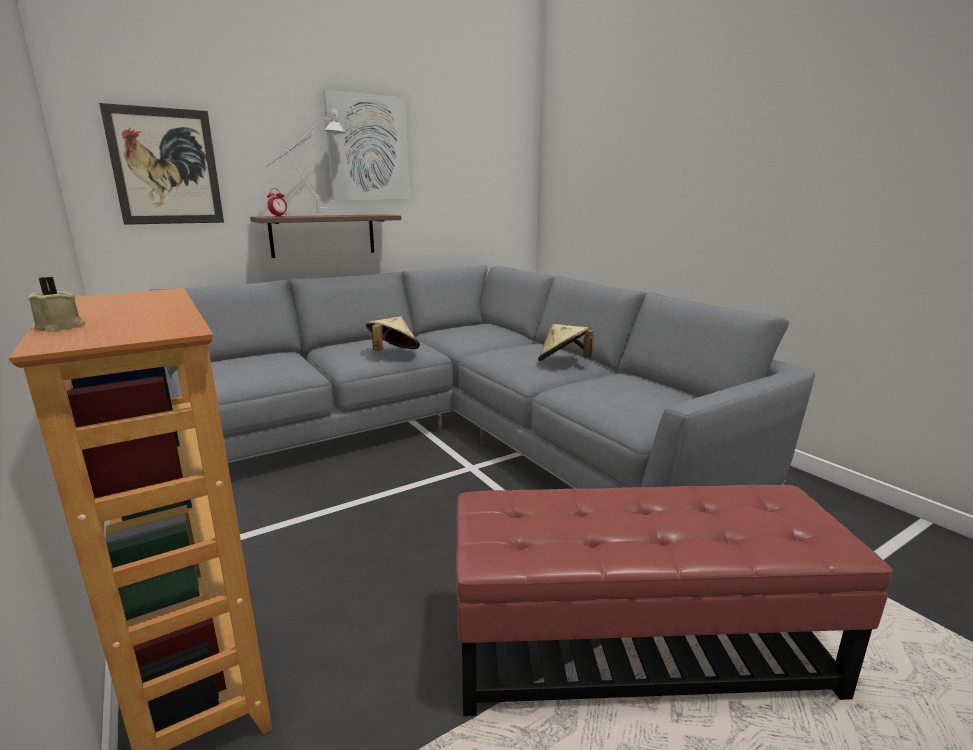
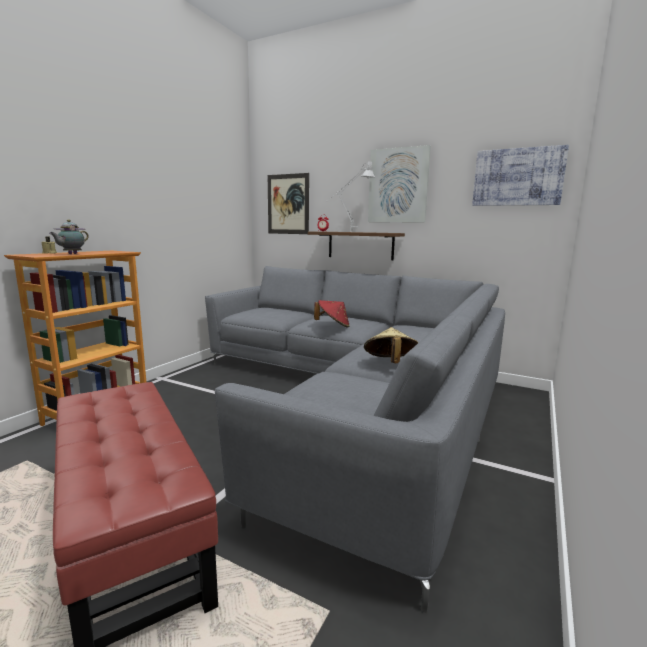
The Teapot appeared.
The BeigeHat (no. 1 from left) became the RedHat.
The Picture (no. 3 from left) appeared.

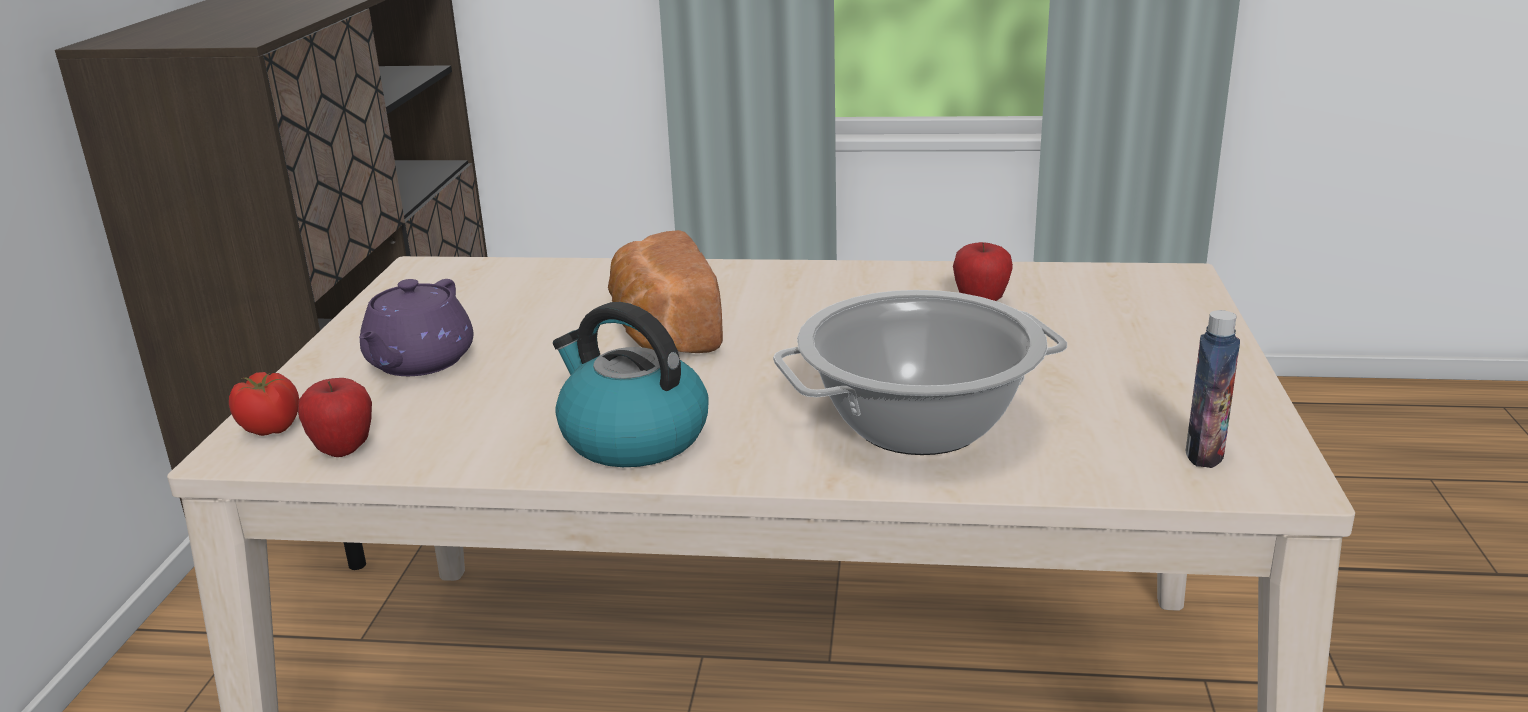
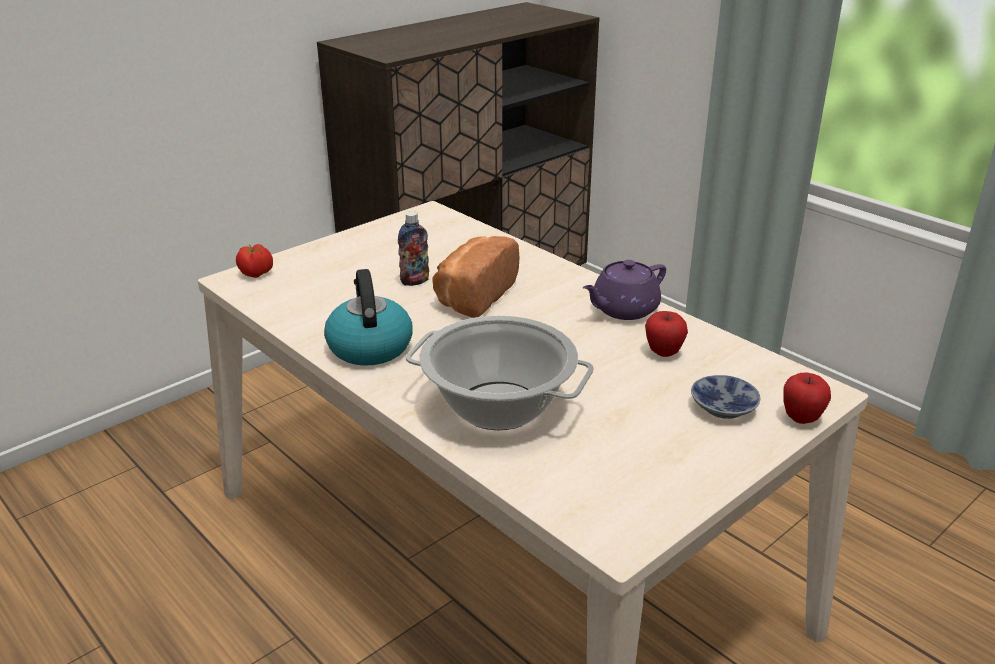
The Bottle moved.
The PurpleTeapot moved.
The Bowl appeared.
The Apple (no. 1 from left in the first image) moved.

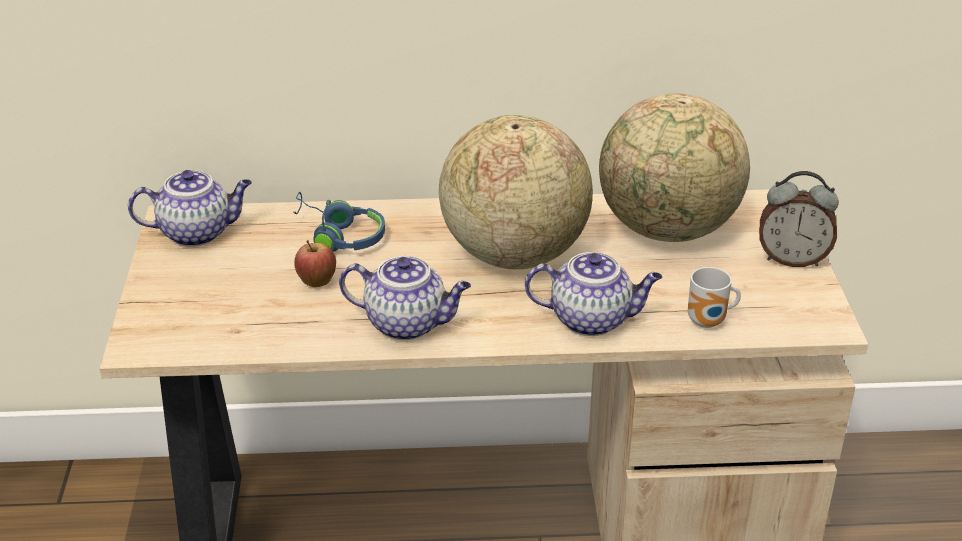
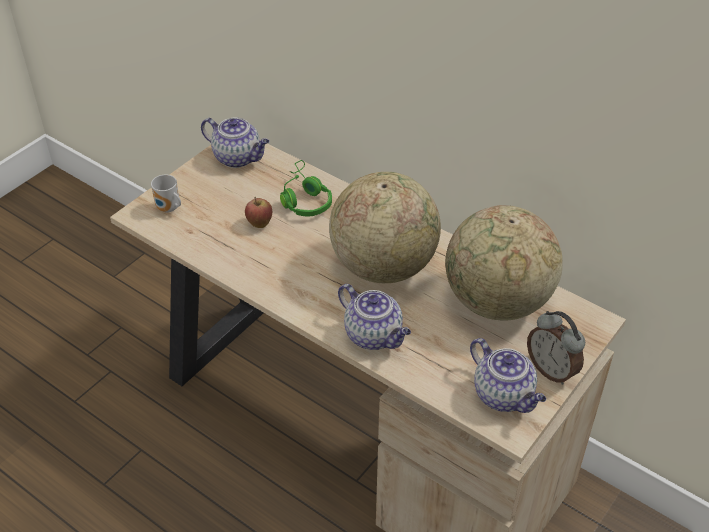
The Mug moved.
The BlueHeadphones became the GreenHeadphones.
The Teapot (no. 2 from left in the first image) moved.

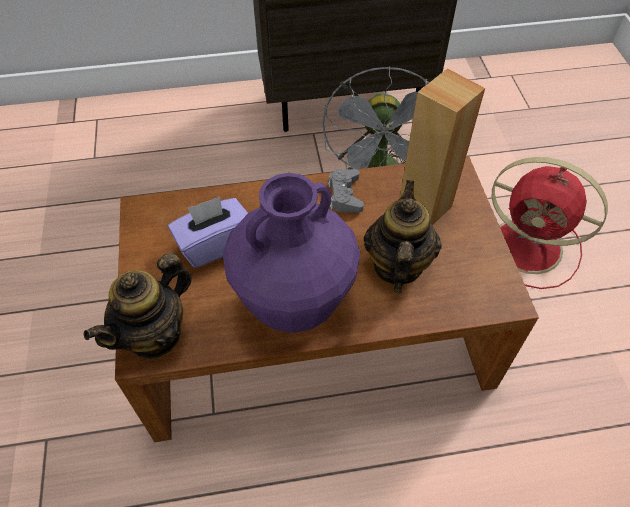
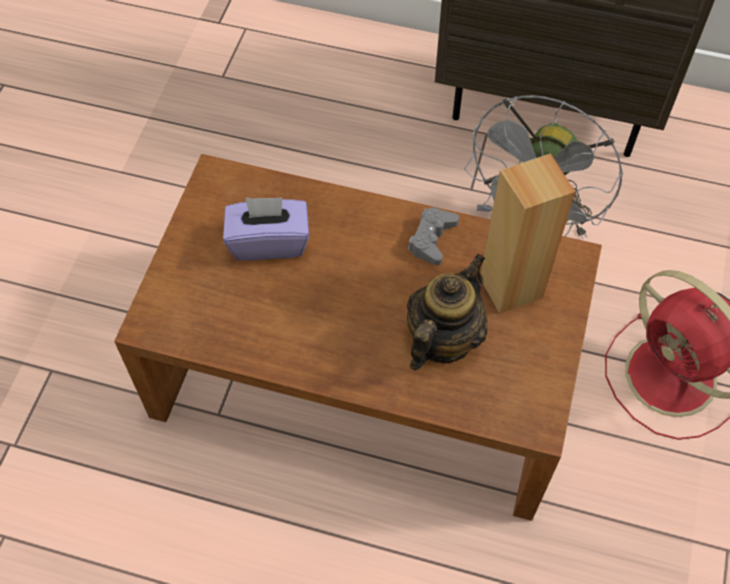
The Teapot (no. 1 from left) disappeared.
The PurpleVase disappeared.

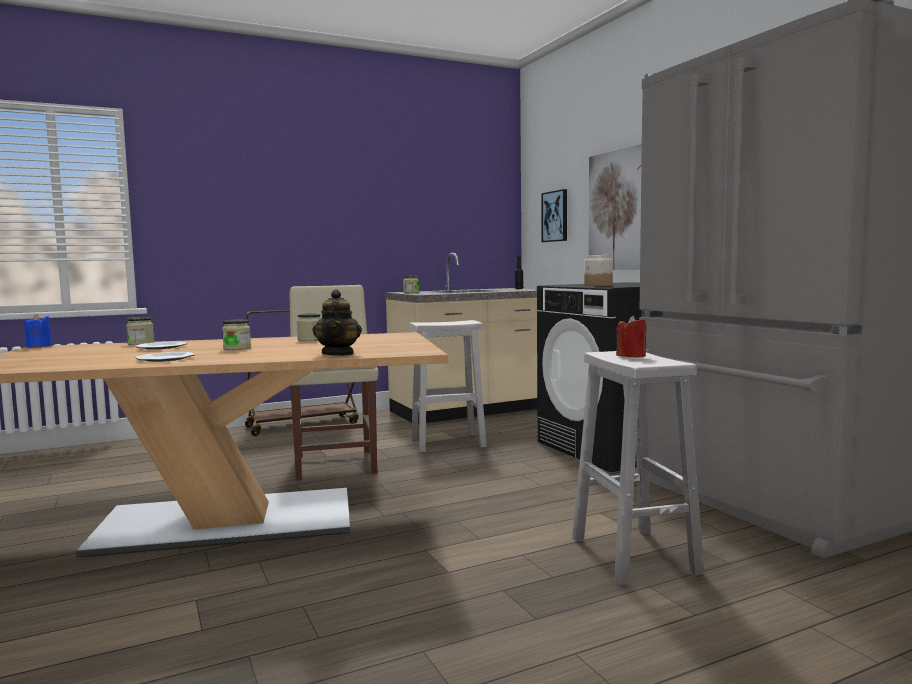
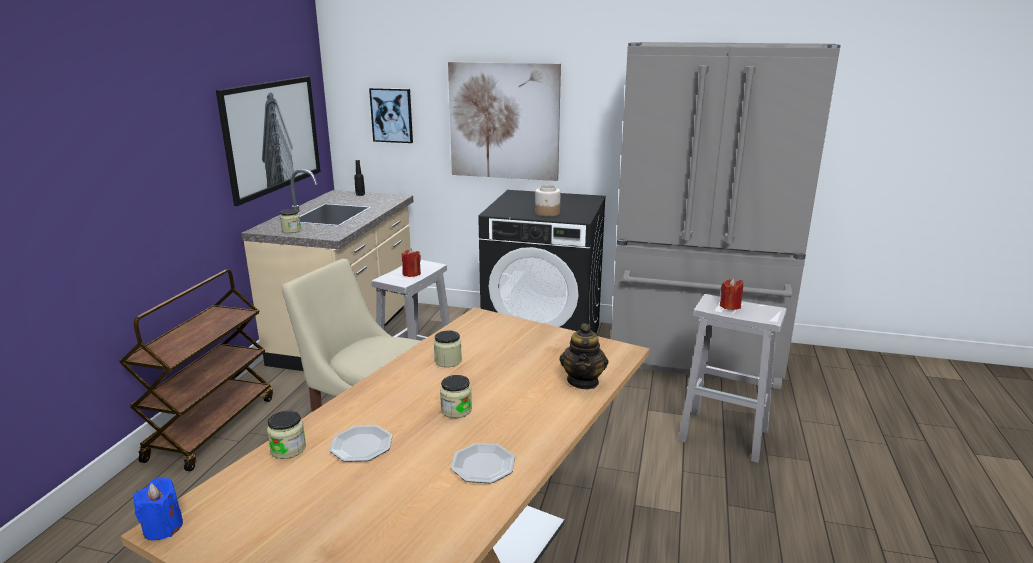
The Picture (no. 1 from left) appeared.
The RedCandle (no. 1 from left) appeared.
The Teapot turned 60 degrees clockwise.

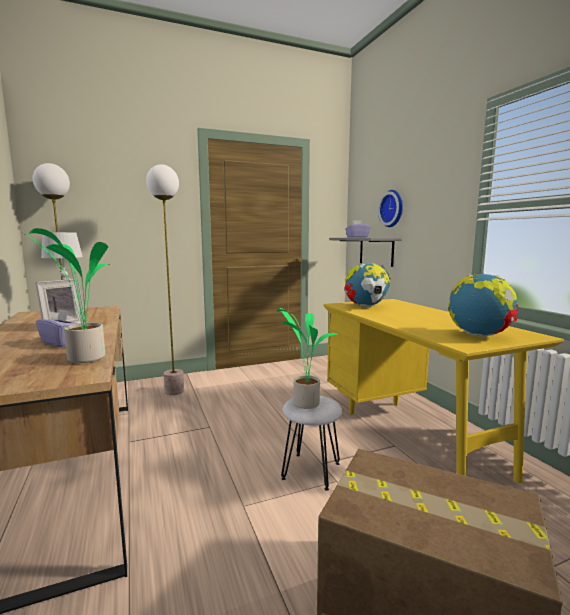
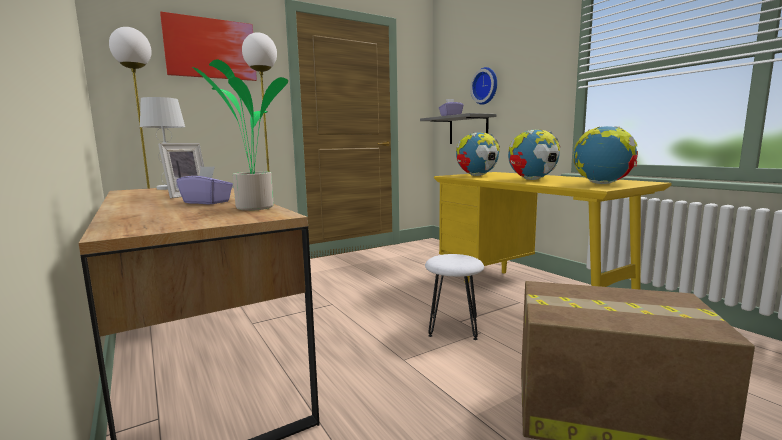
The Picture appeared.
The Globe (no. 2 from left) appeared.
The PottedPlant (no. 2 from left) disappeared.

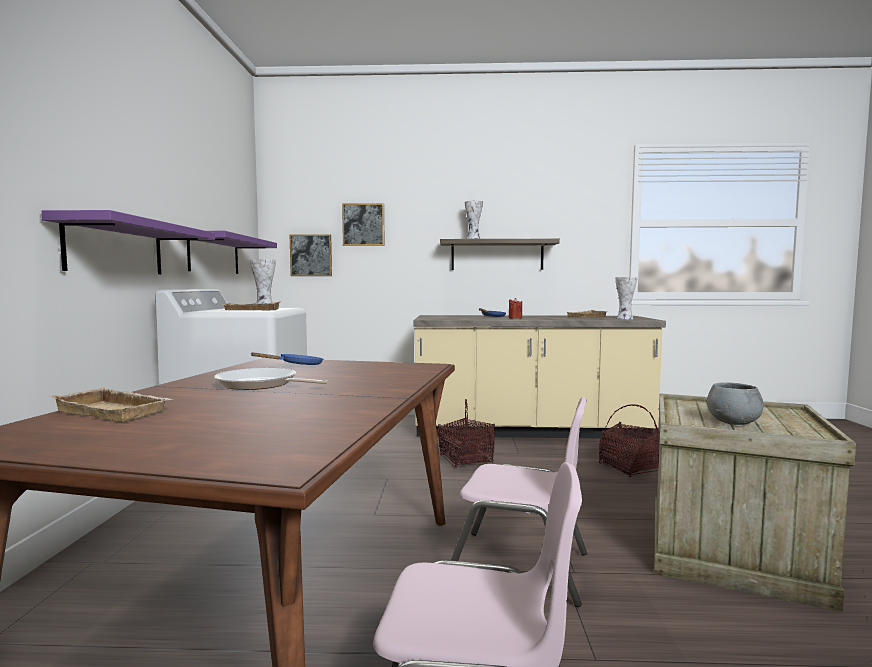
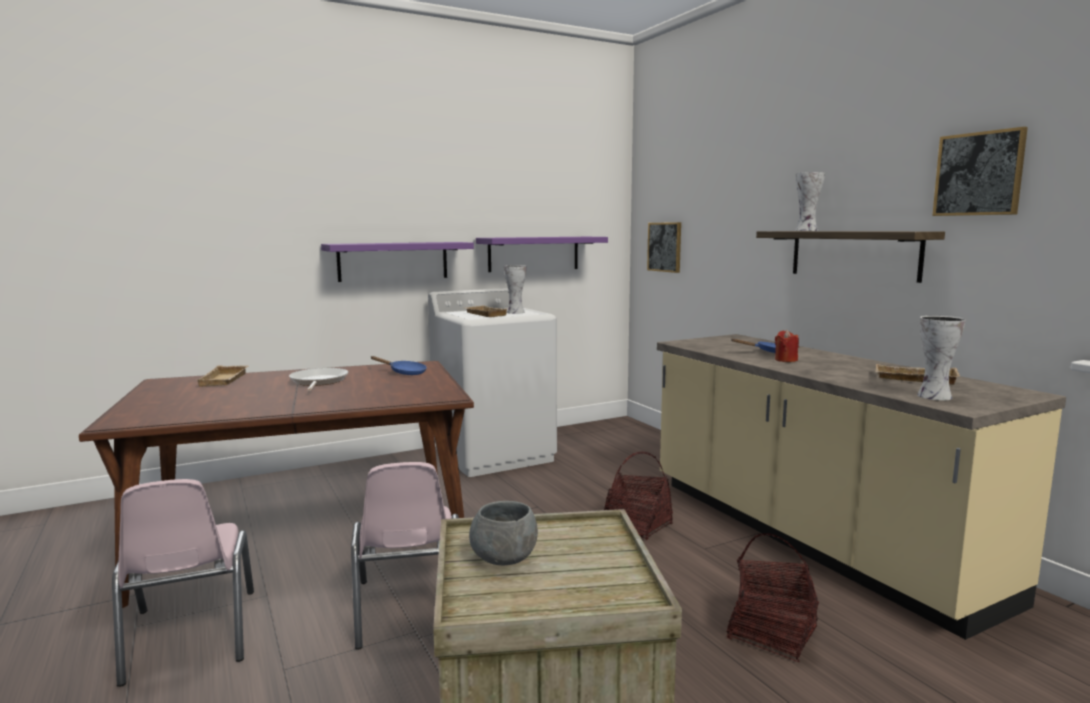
The Picture (no. 2 from left) moved.

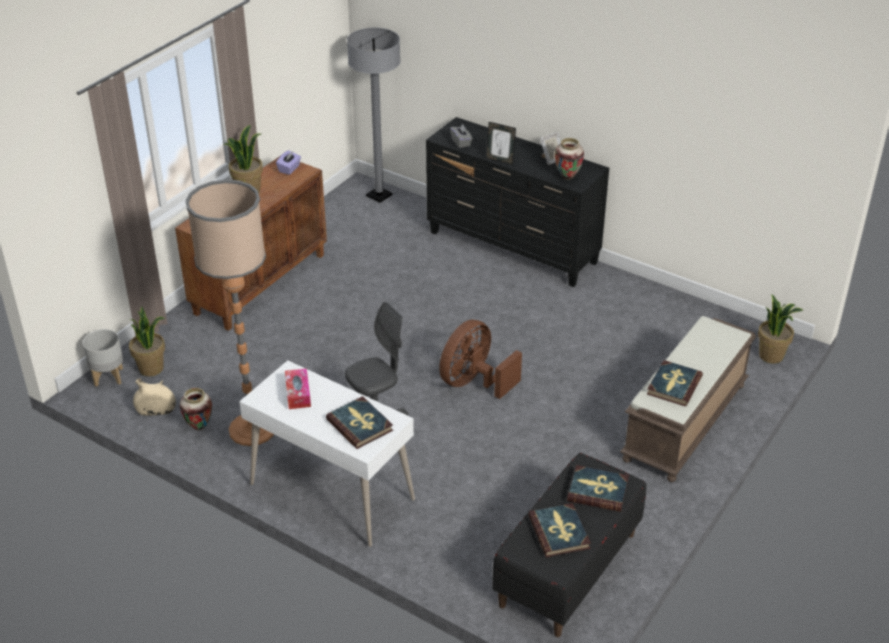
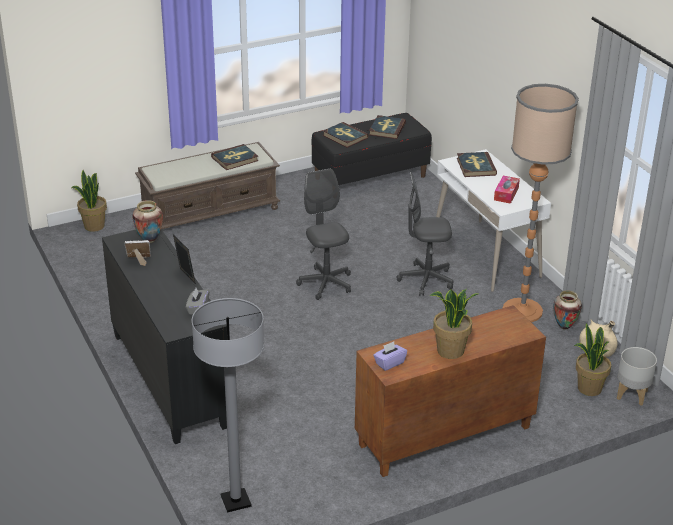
The BrownFan was replaced by the GreyOfficeChair (no. 1 from left).

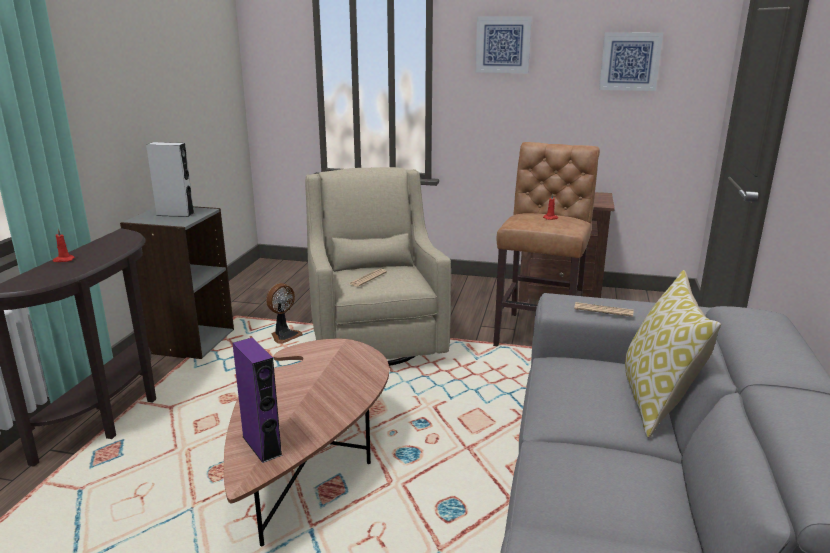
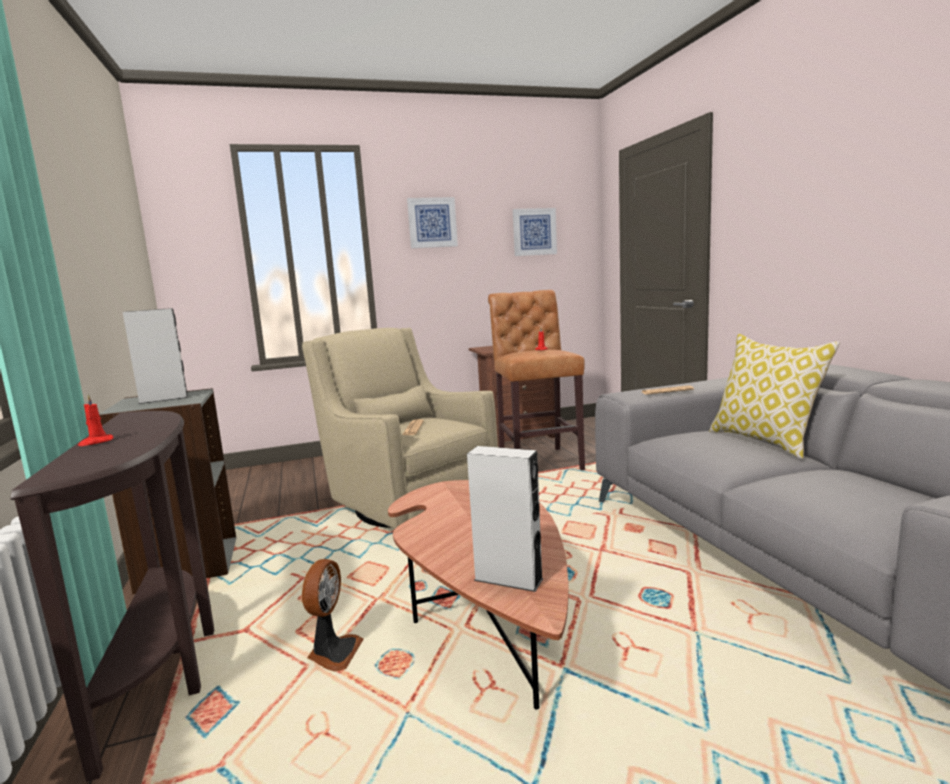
The Fan moved.
The PurpleSpeaker became the GreySpeaker (no. 2 from left).

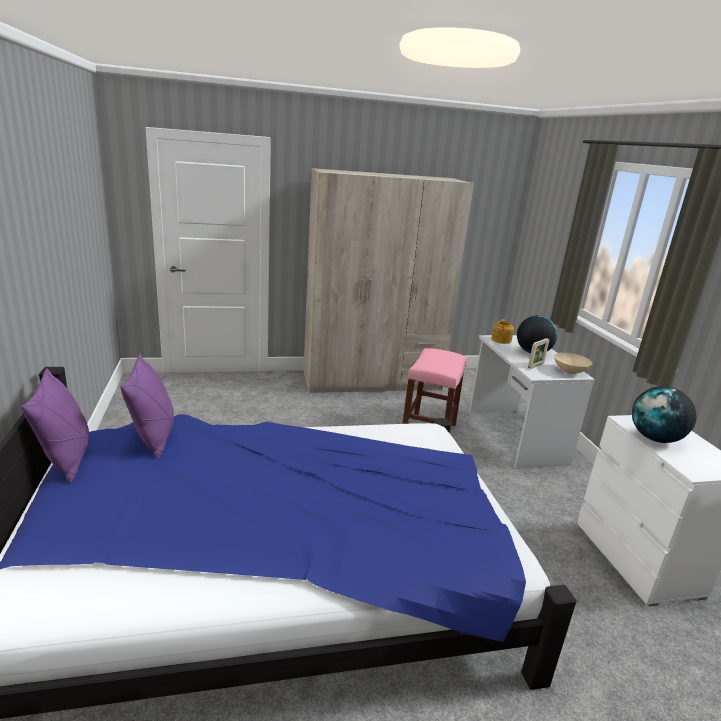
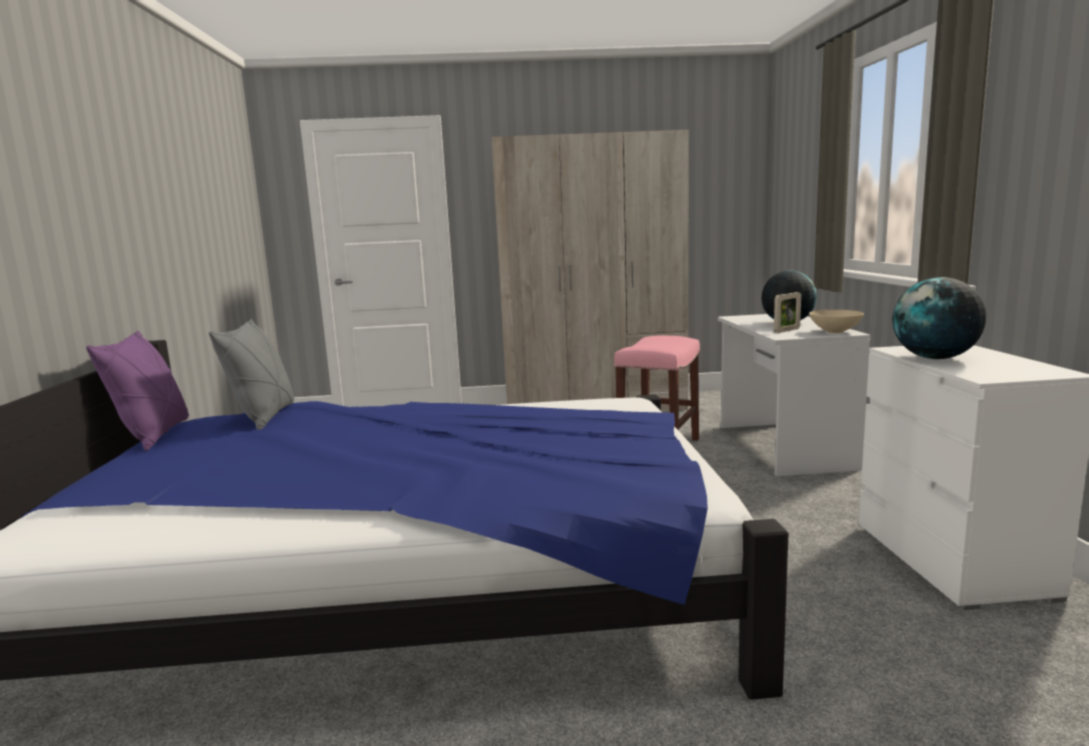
The PurplePillow (no. 2 from left) became the GreyPillow.
The Teapot disappeared.

